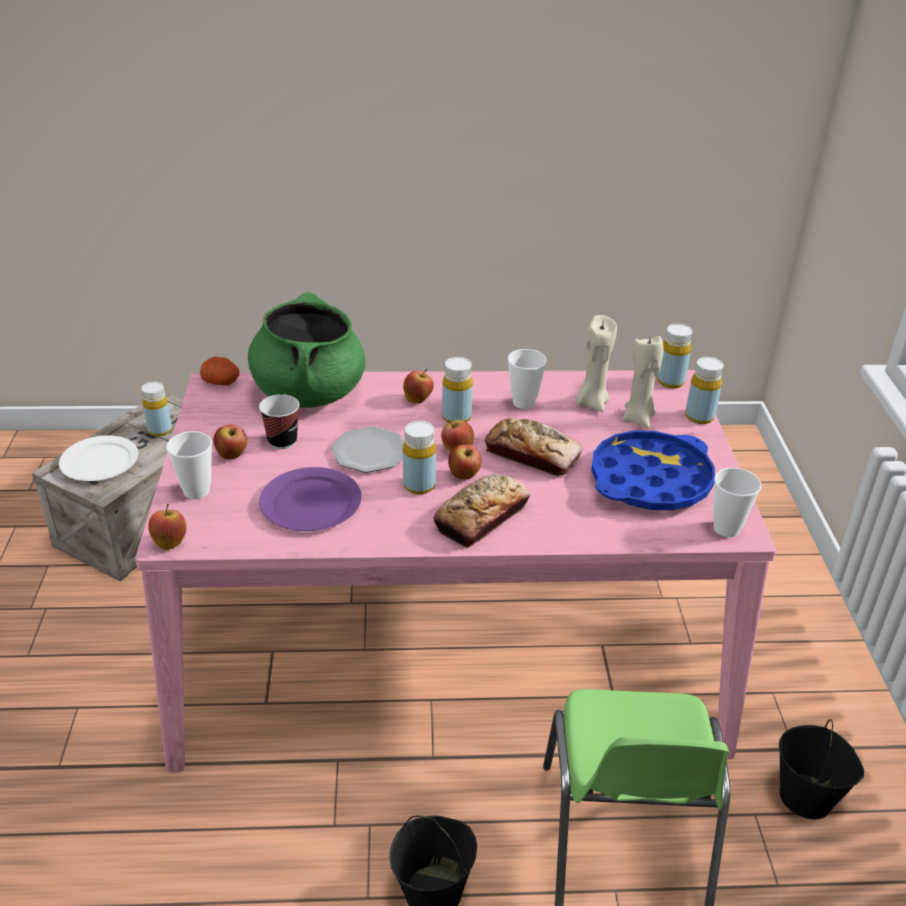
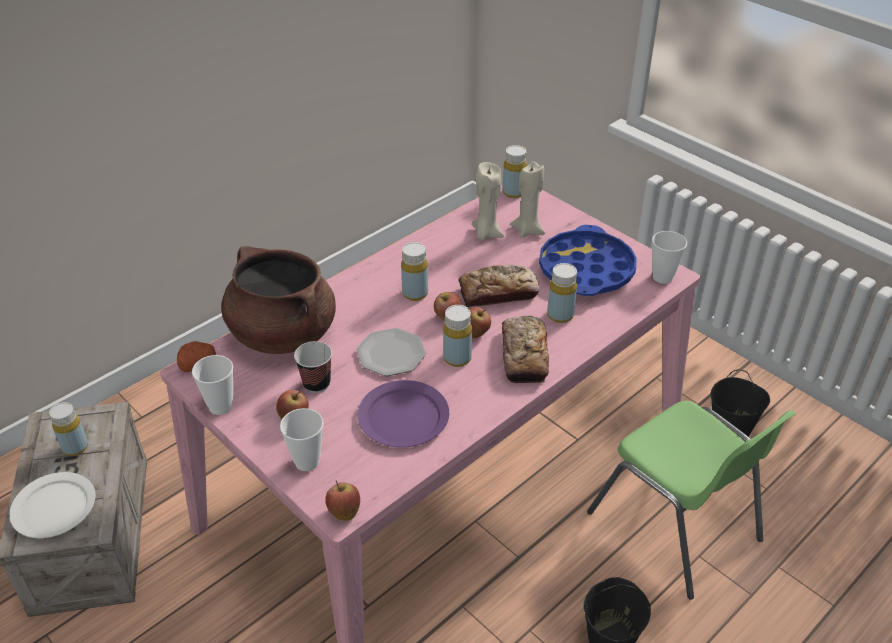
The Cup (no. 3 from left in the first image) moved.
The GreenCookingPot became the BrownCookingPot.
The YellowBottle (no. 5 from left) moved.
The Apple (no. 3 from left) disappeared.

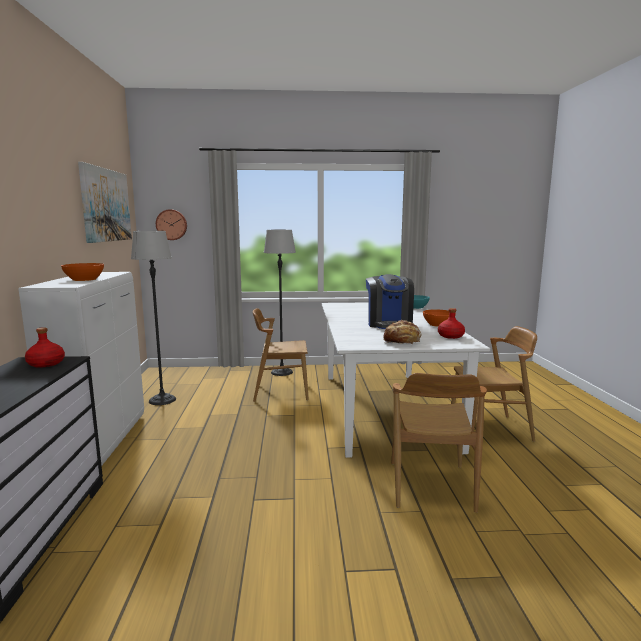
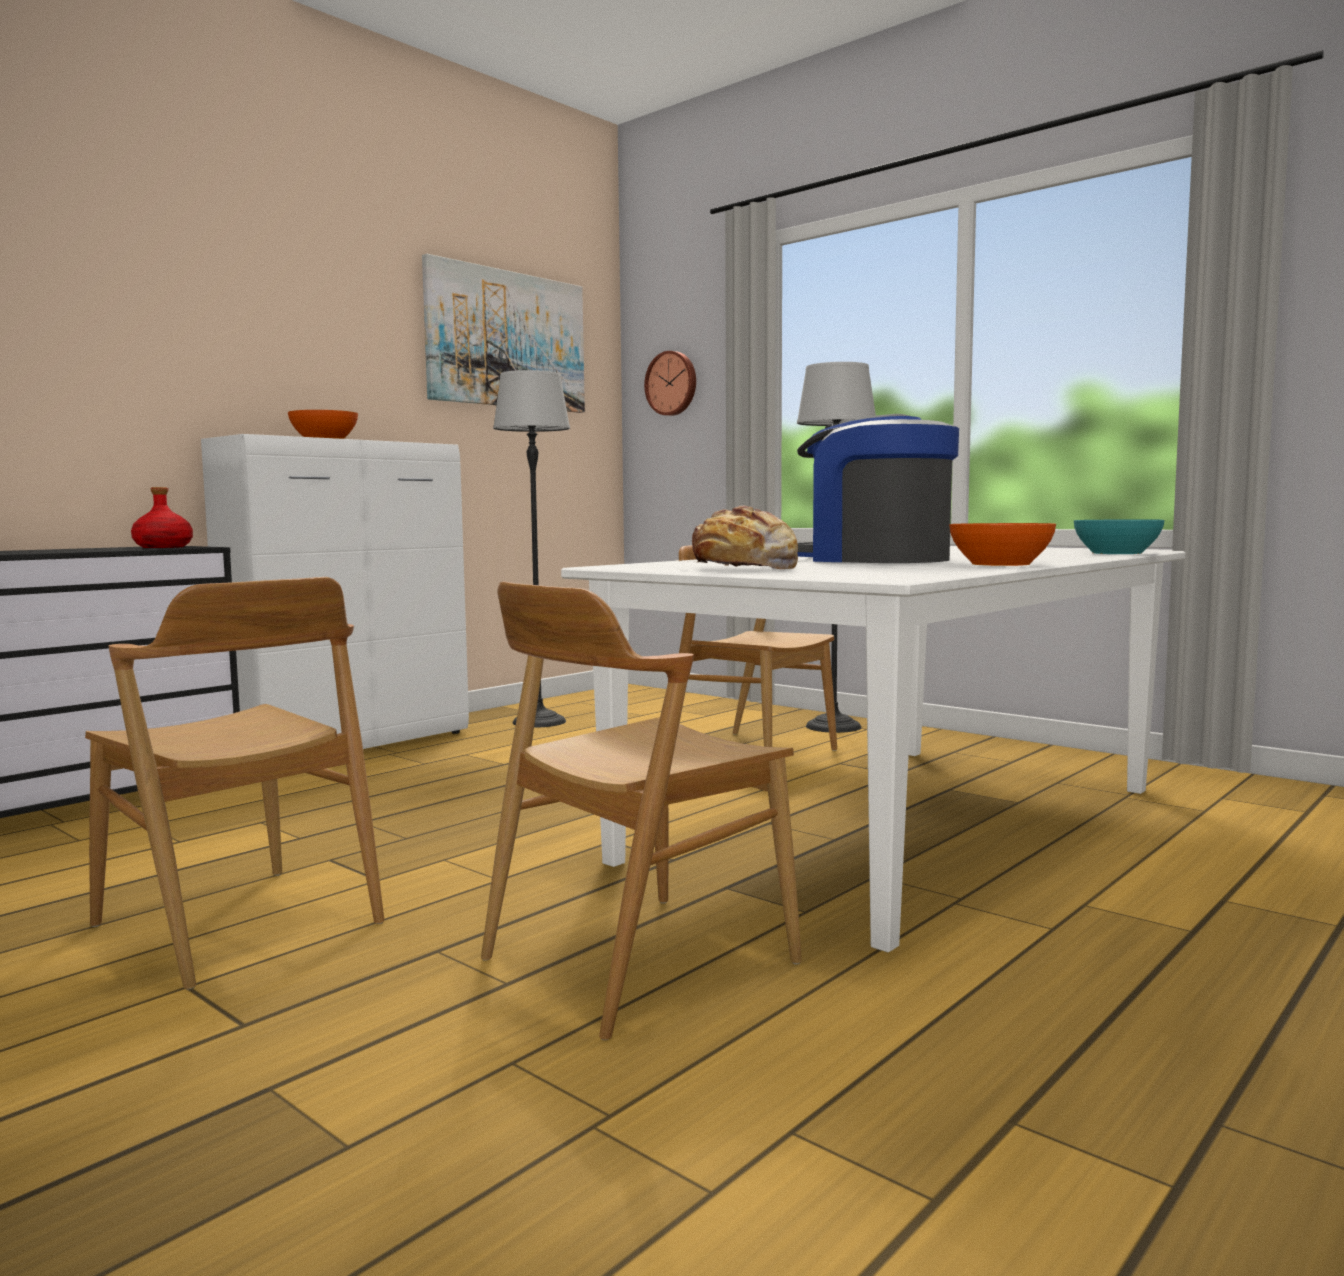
The BrownChair (no. 3 from left in the first image) moved.
The CoffeeMachine turned 90 degrees clockwise.
The RedBottle (no. 2 from left) disappeared.

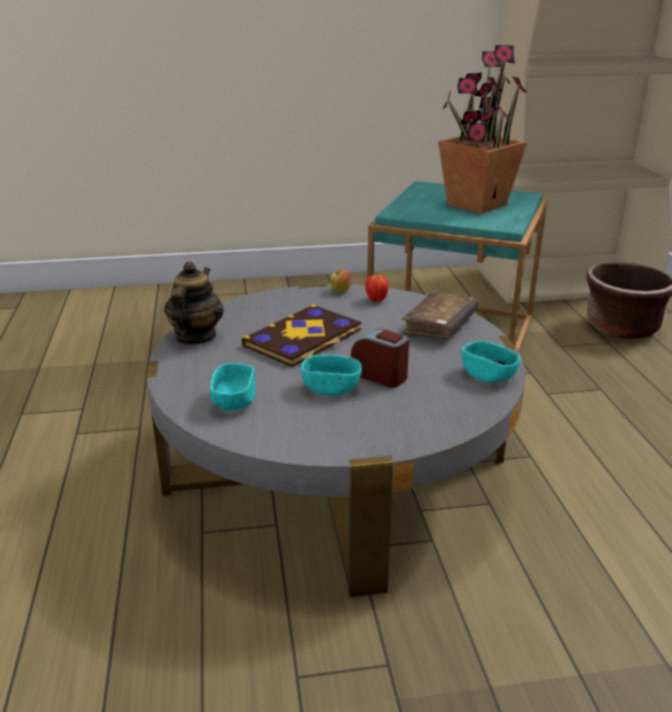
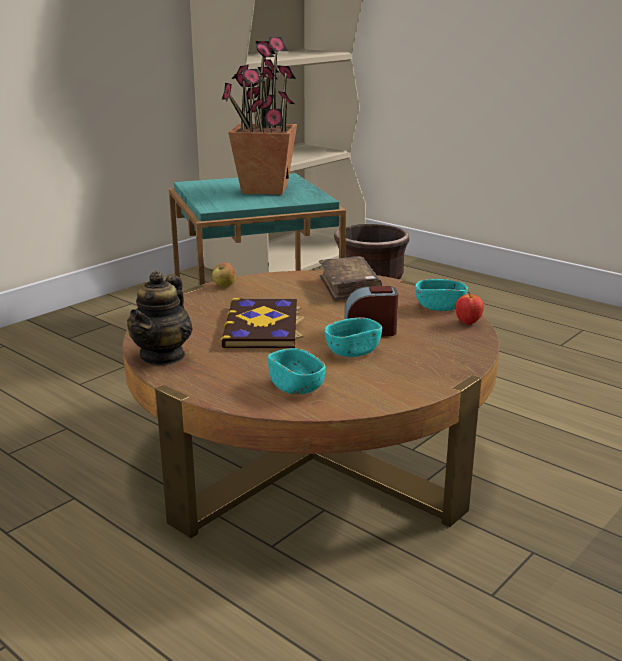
The GreyCoffeeTable became the BrownCoffeeTable.
The Teapot turned 135 degrees counterclockwise.
The Apple (no. 2 from left) moved.

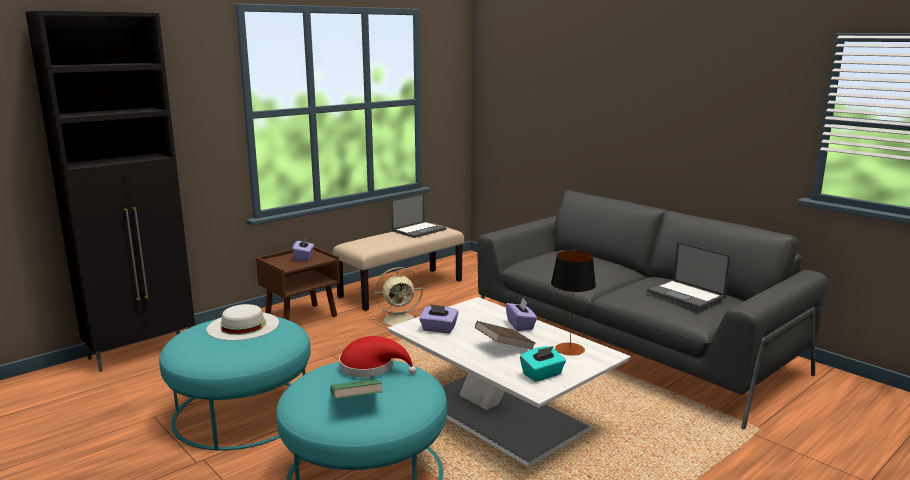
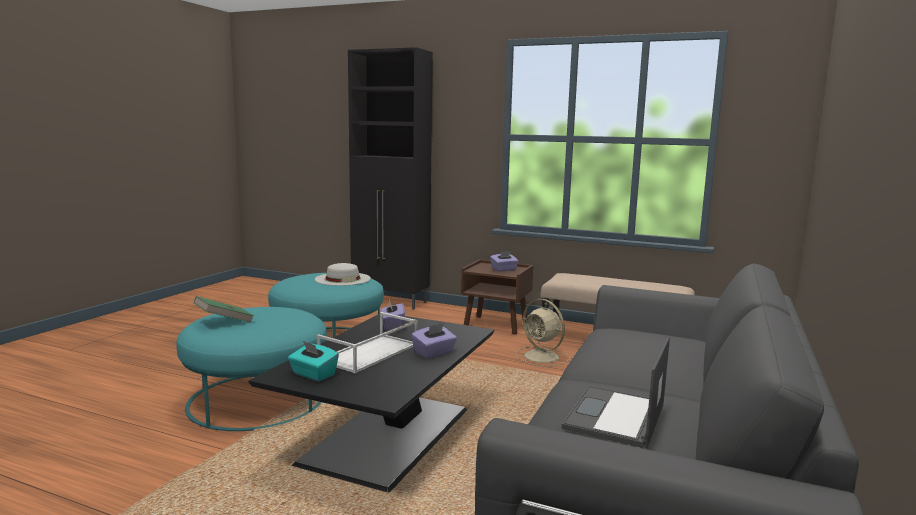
The WhiteCoffeeTable became the BlackCoffeeTable.
The BrownBook was replaced by the WhiteTray.
The RedHat disappeared.
The Laptop (no. 1 from left) disappeared.
The TableLamp disappeared.

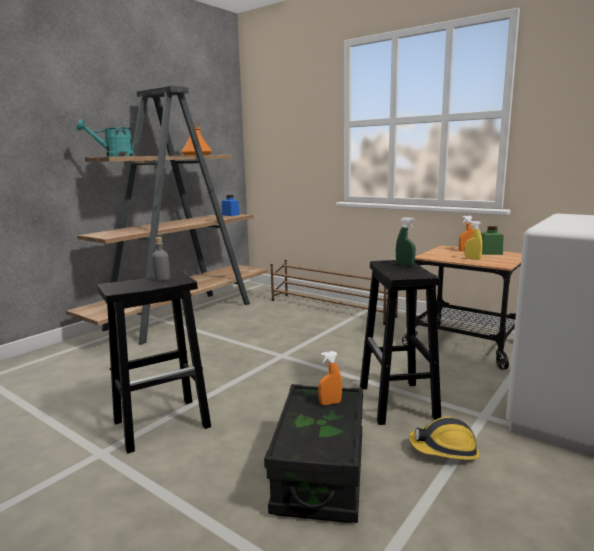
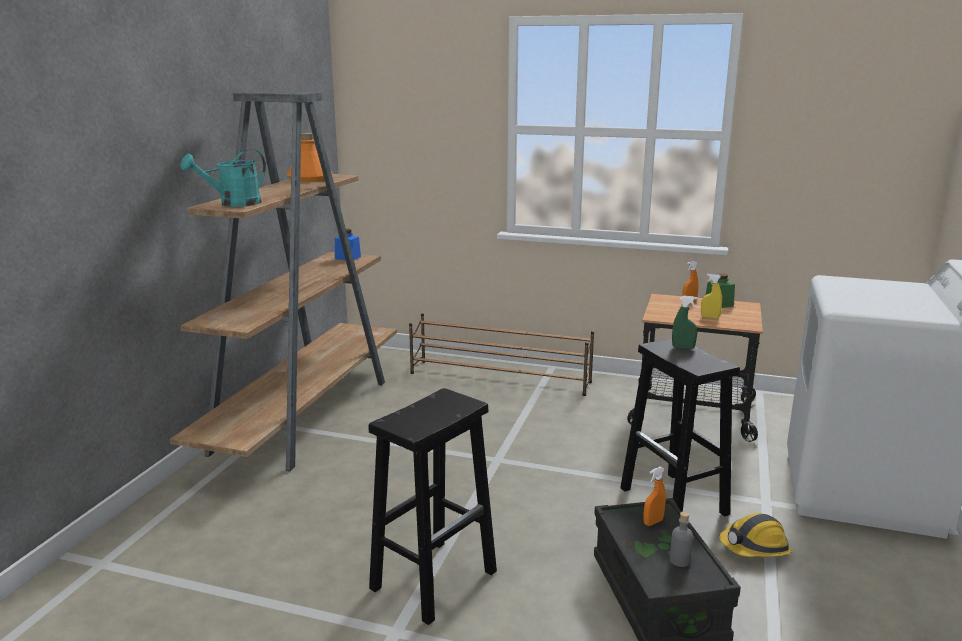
The GreyBottle moved.

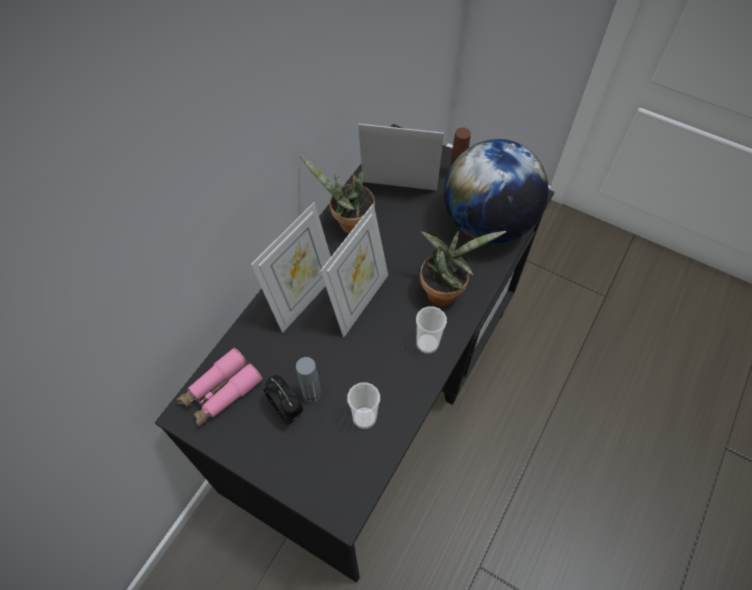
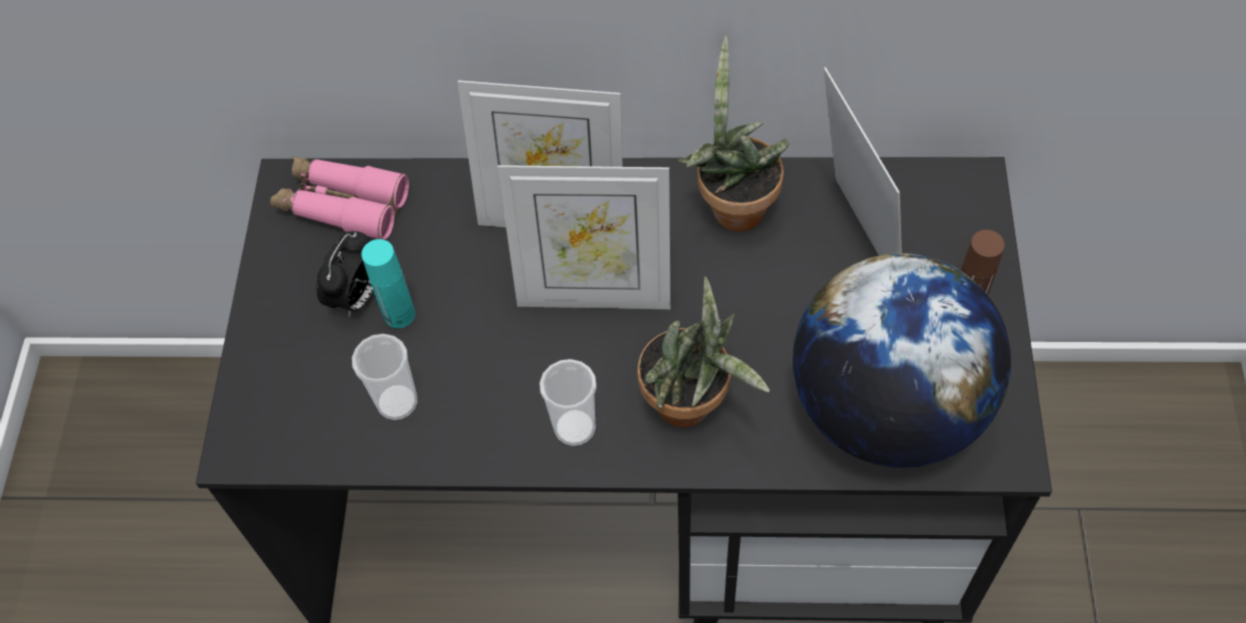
The GreyBottle became the TurquoiseBottle.

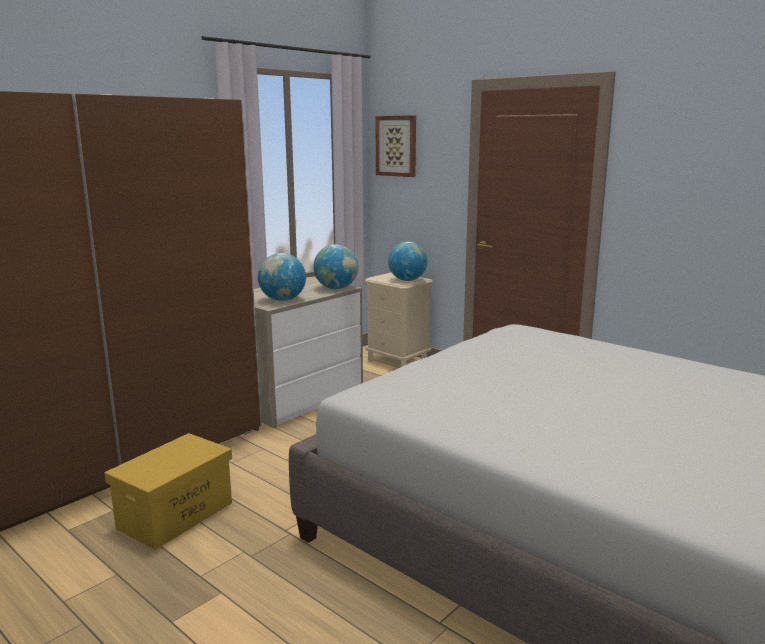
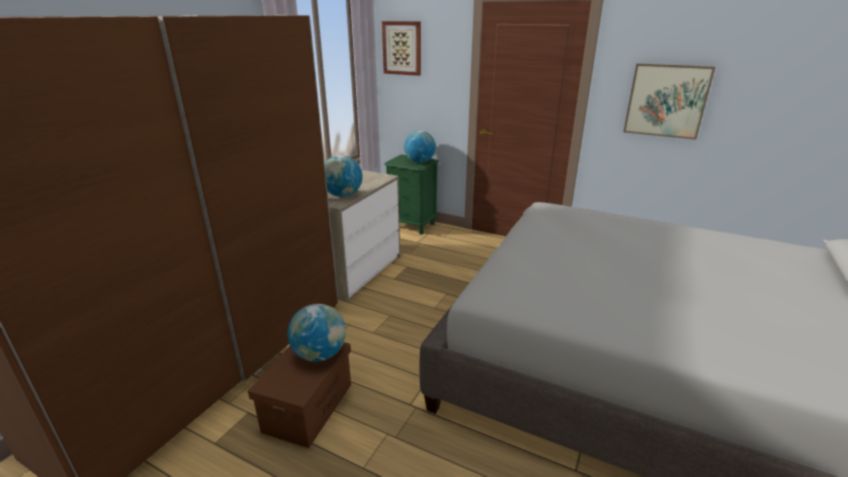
The YellowStorageBox became the BrownStorageBox.
The Globe (no. 2 from left in the first image) moved.
The BeigeNightstand became the GreenNightstand.
The Picture (no. 2 from left) appeared.

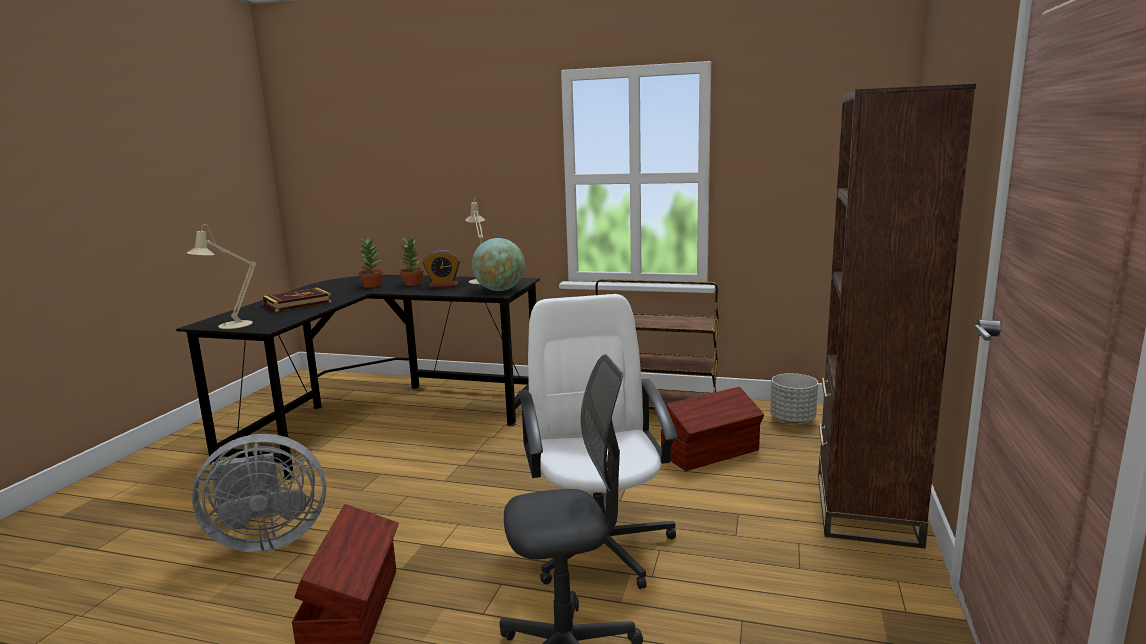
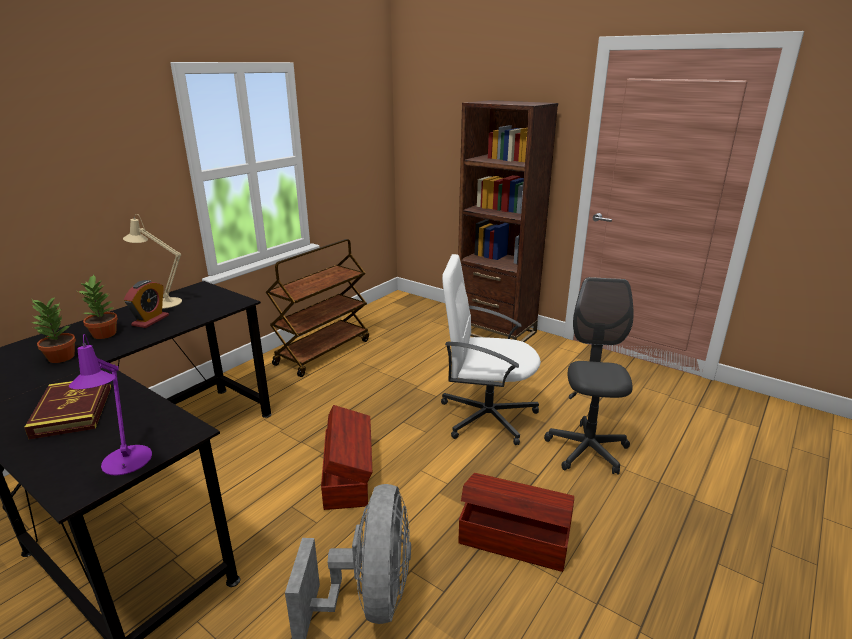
The BeigeTableLamp (no. 1 from left) became the PurpleTableLamp.
The BrownStorageBox (no. 2 from left in the first image) moved.
The Globe disappeared.
The GreyPlanter disappeared.

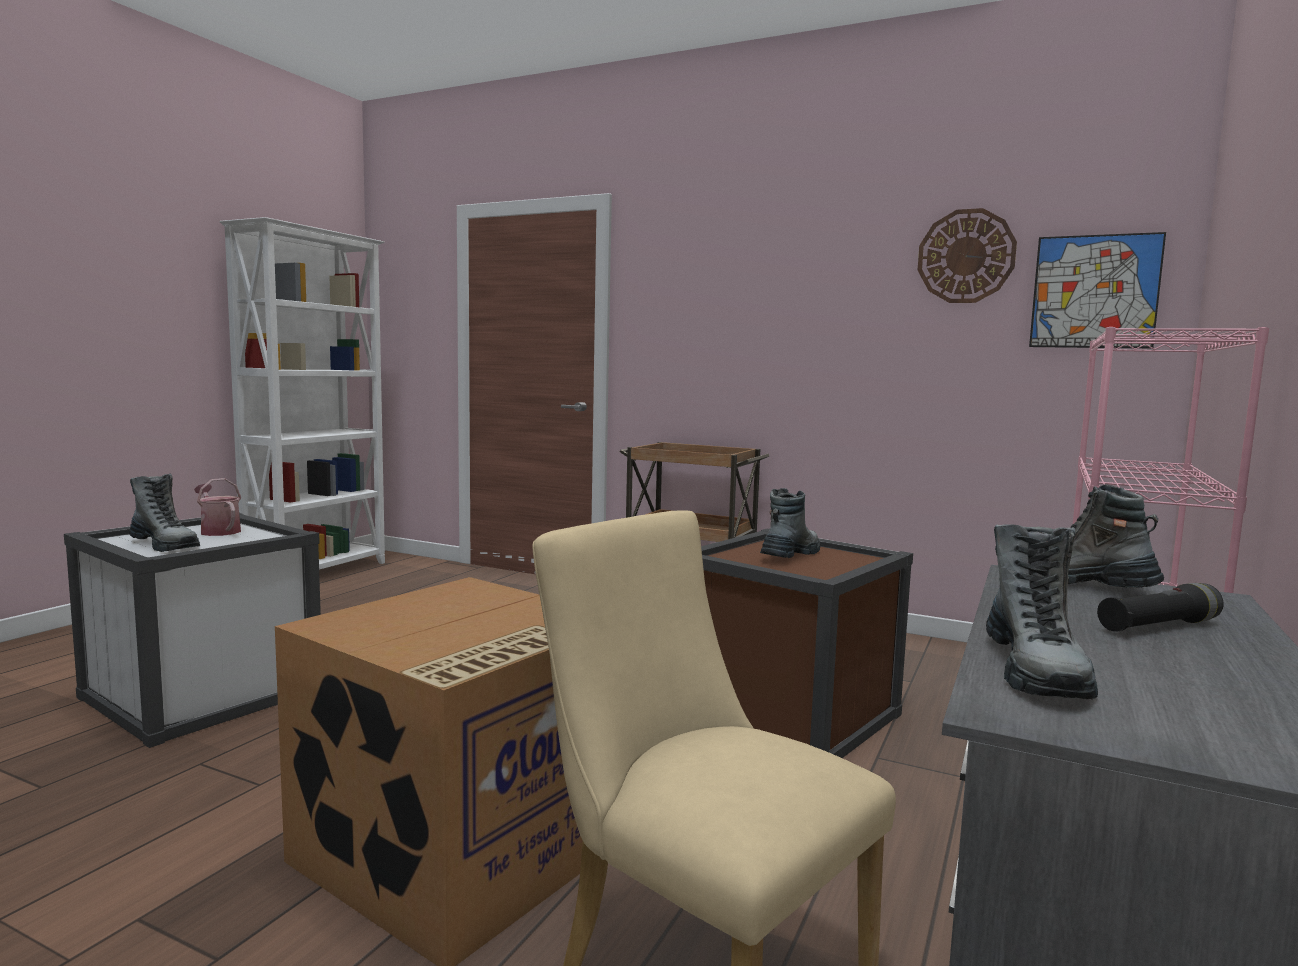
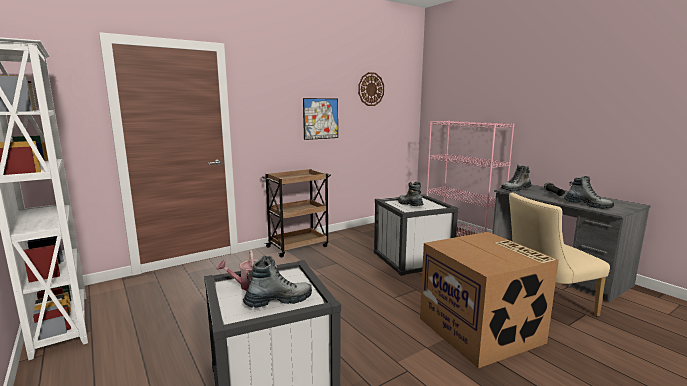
The Picture moved.
The BrownStorageBox became the WhiteStorageBox (no. 2 from left).

